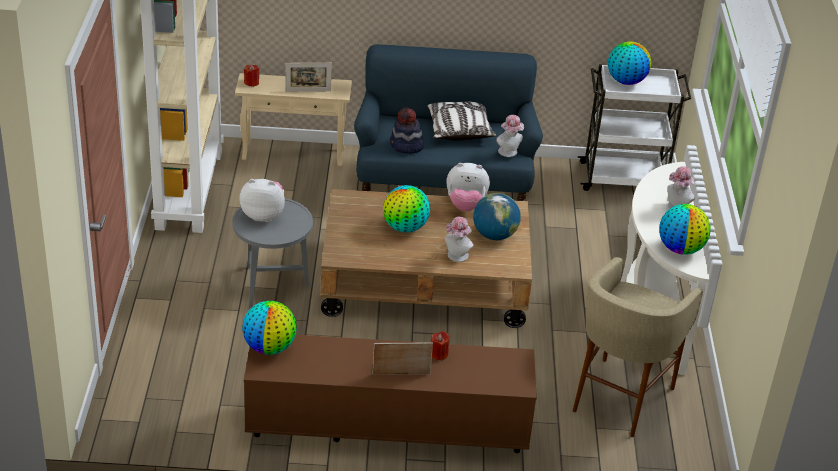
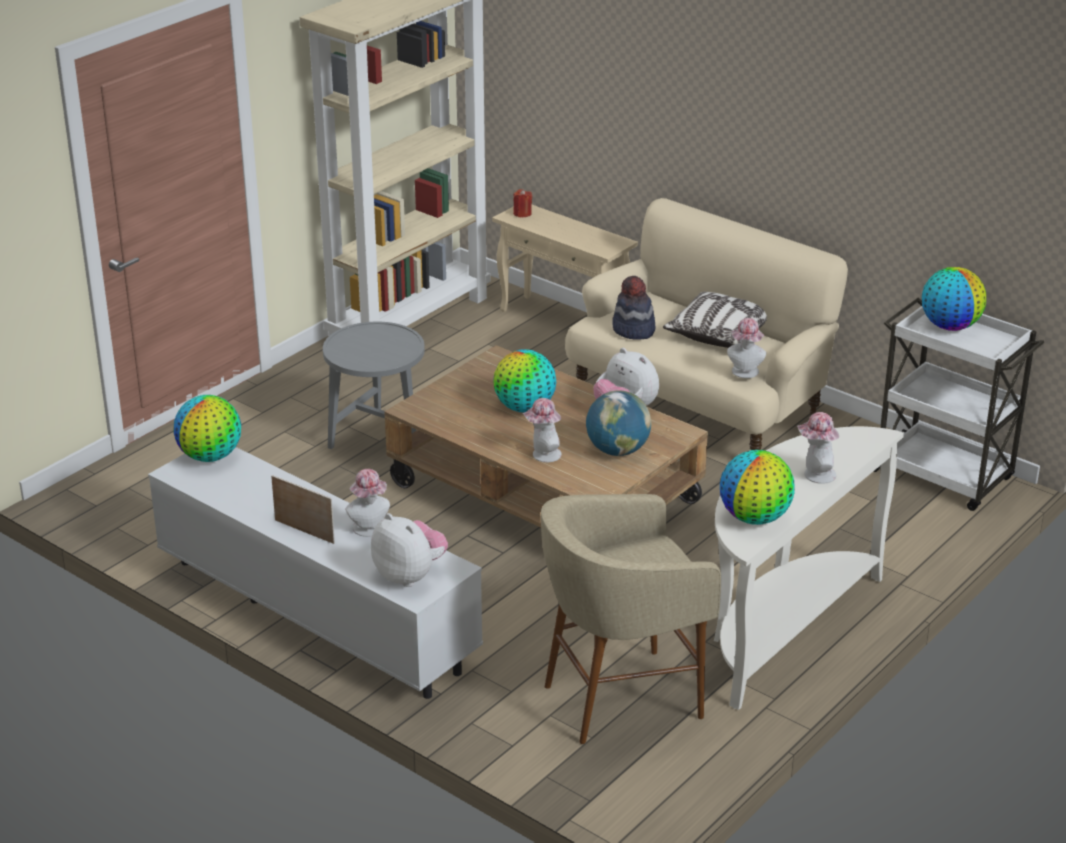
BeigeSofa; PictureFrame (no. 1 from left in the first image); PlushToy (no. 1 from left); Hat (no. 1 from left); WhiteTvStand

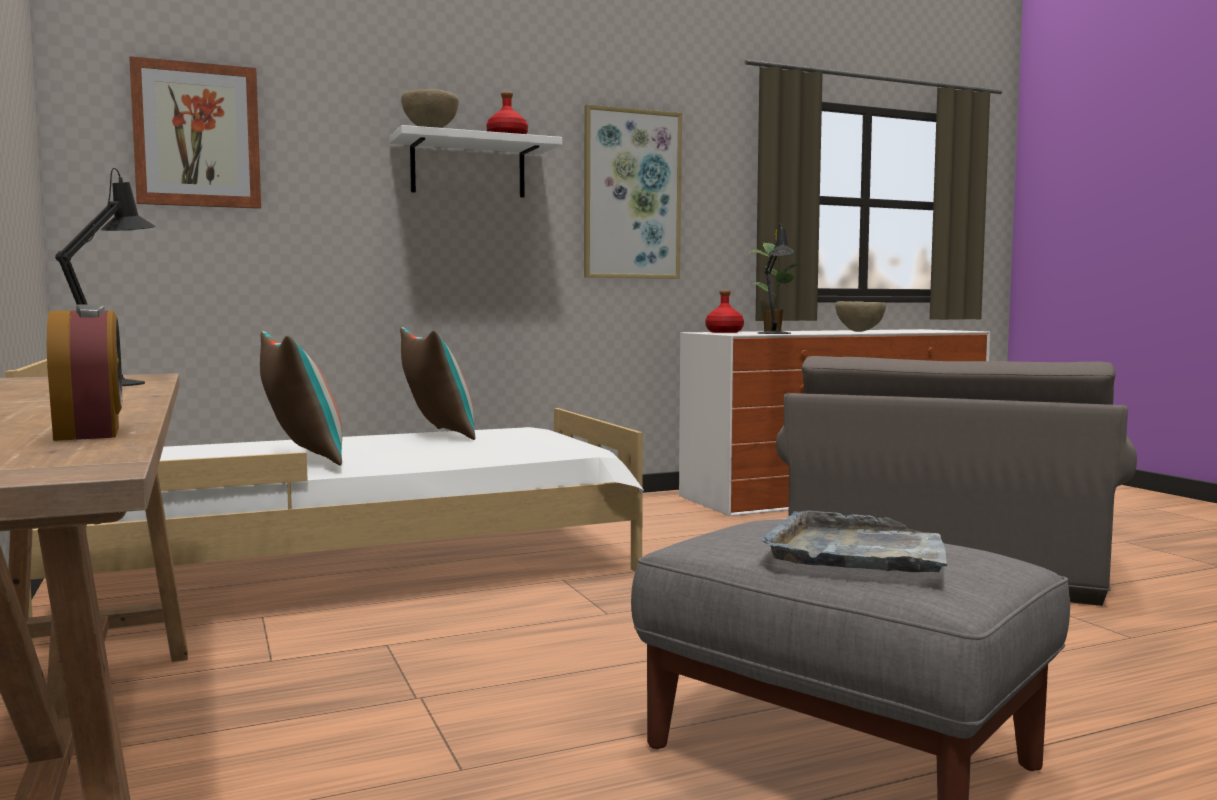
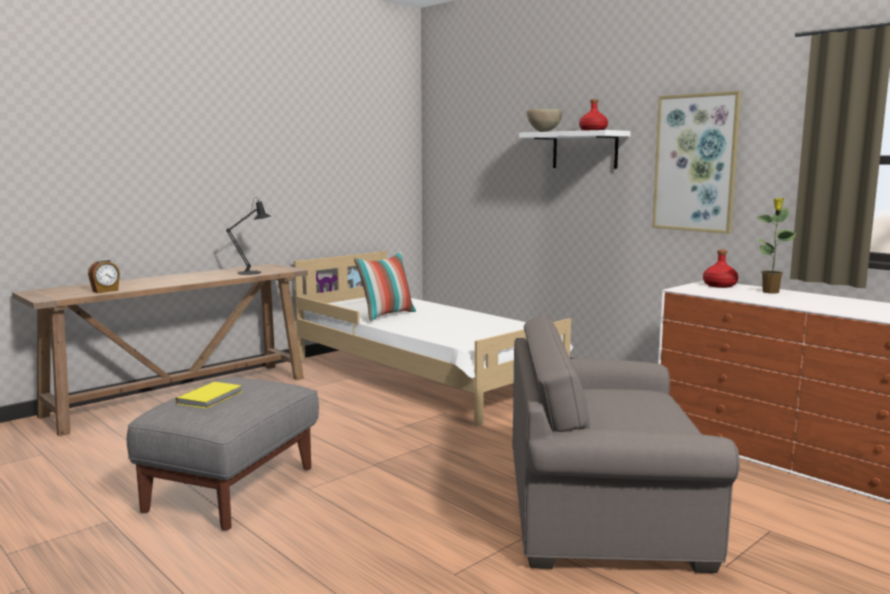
Picture (no. 1 from left in the first image); BlackTableLamp (no. 2 from left in the first image); BrownBowl (no. 2 from left in the first image); Pillow (no. 2 from left in the first image); YellowBook

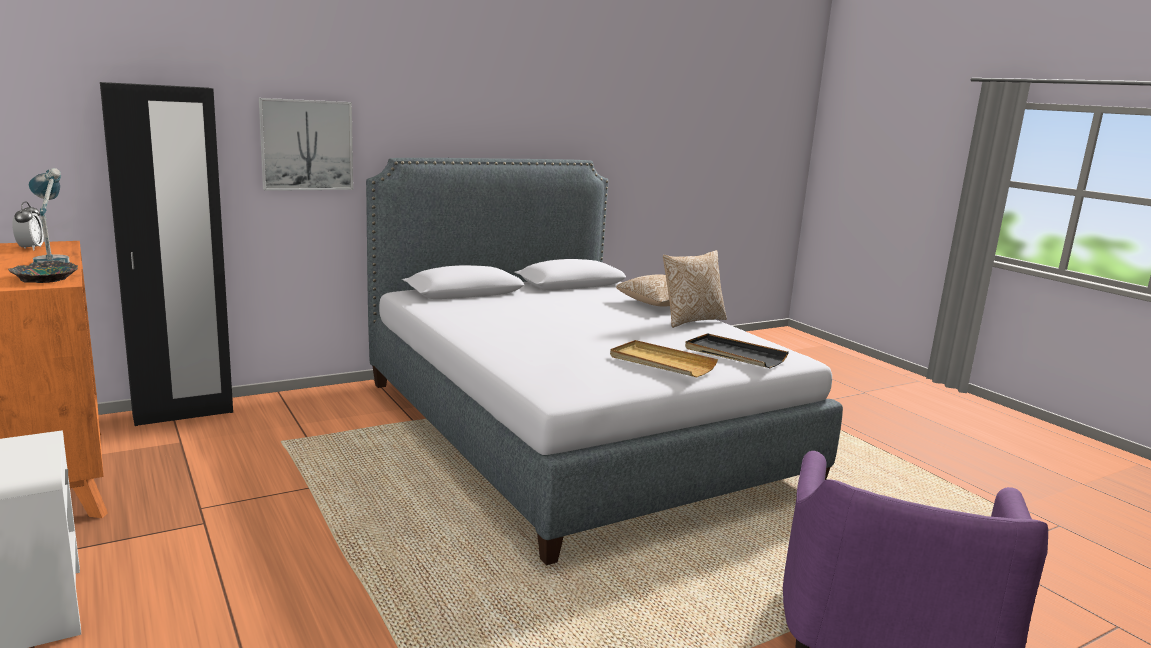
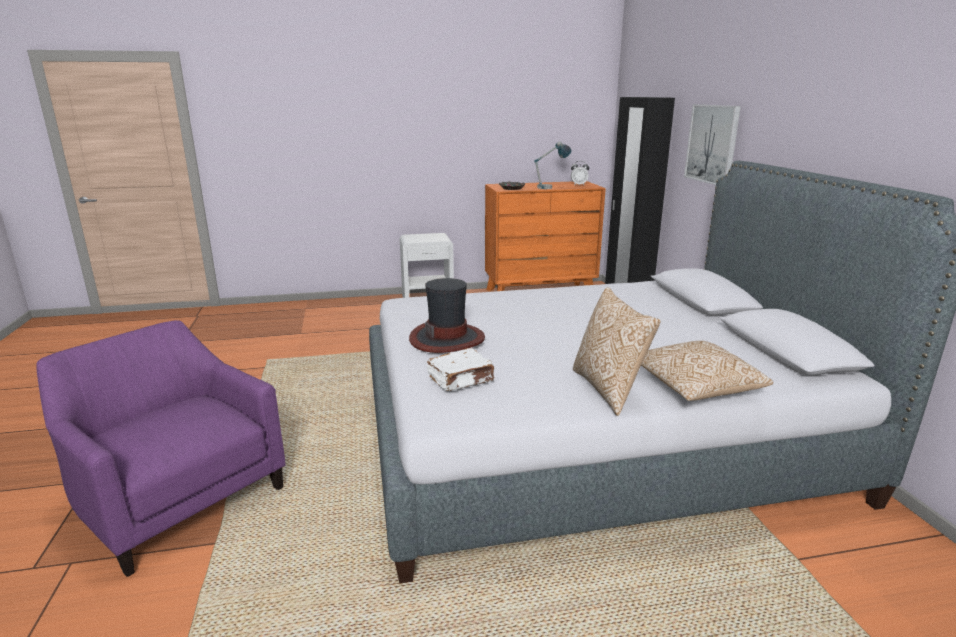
WhiteBook; Hat

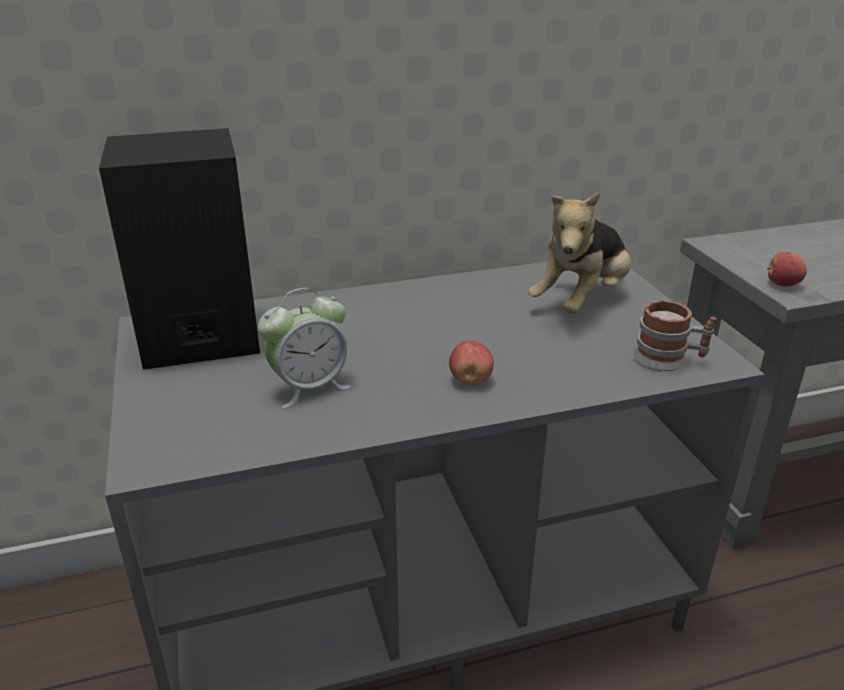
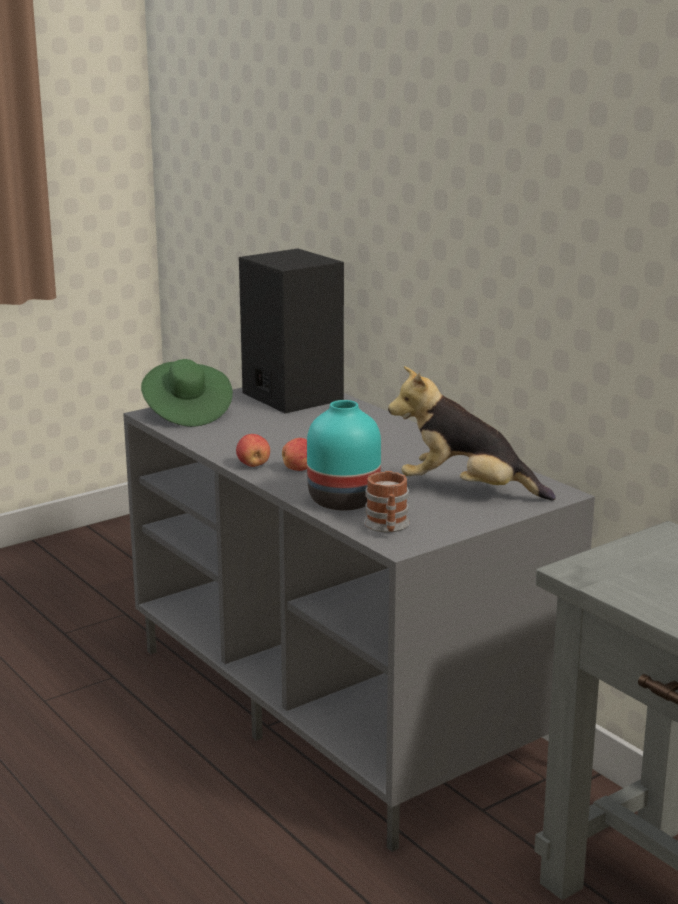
Apple (no. 1 from left); AlarmClock; GreenHat; TurquoiseVase

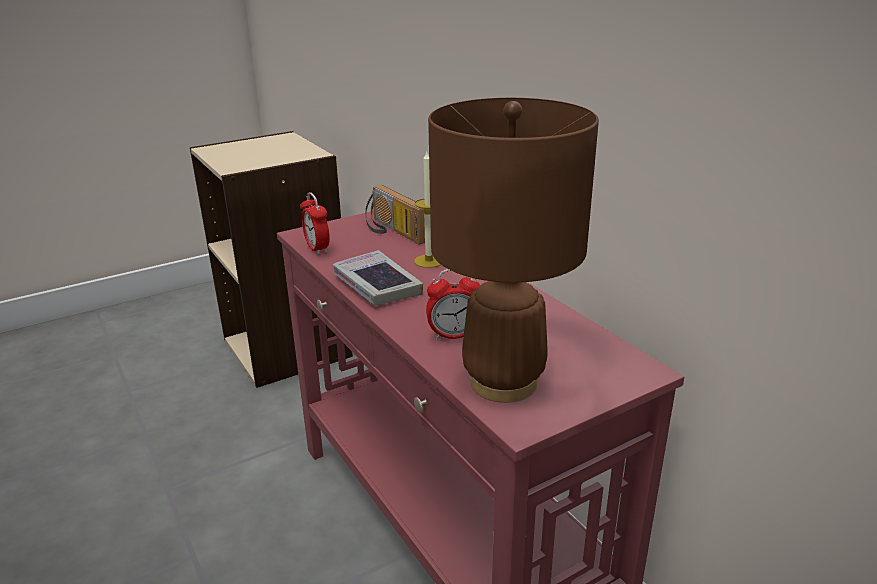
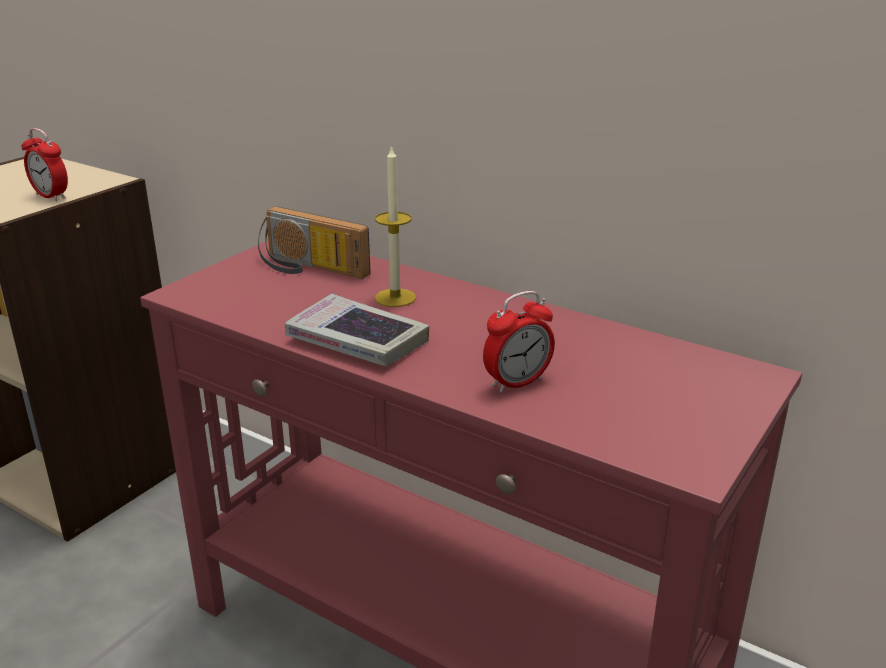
BrownTableLamp; AlarmClock (no. 1 from left)

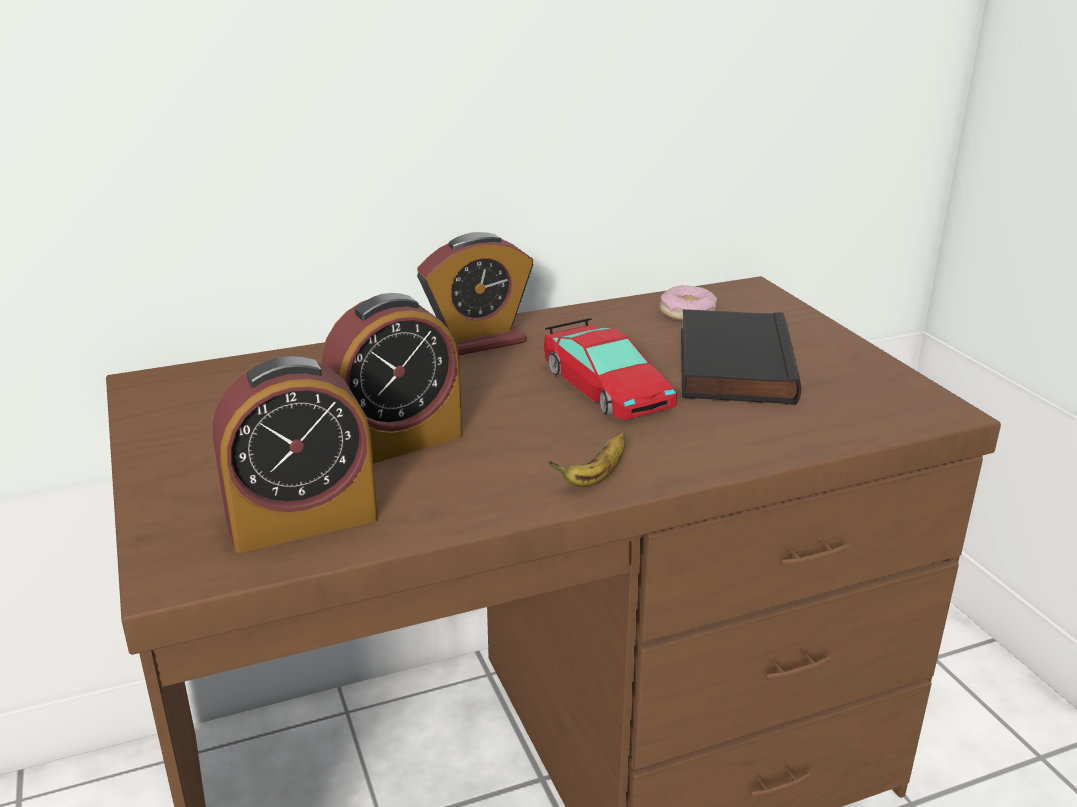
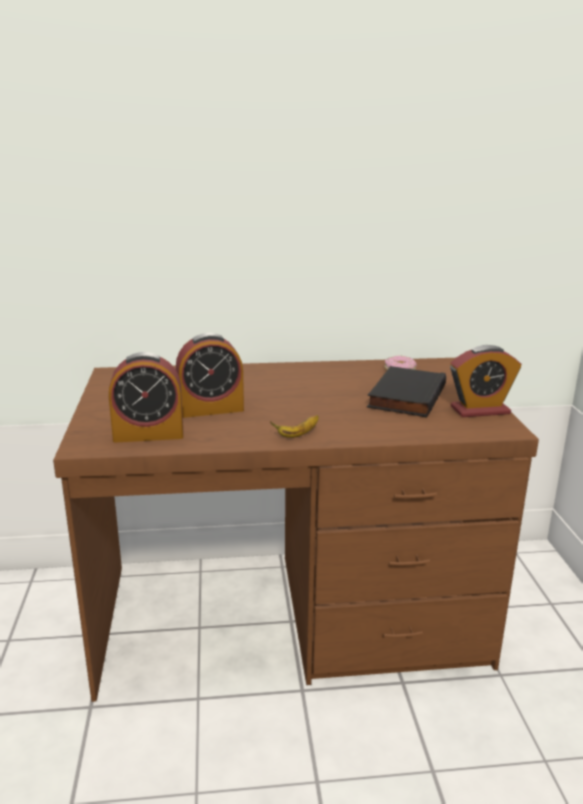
AlarmClock (no. 3 from left); ToyCar

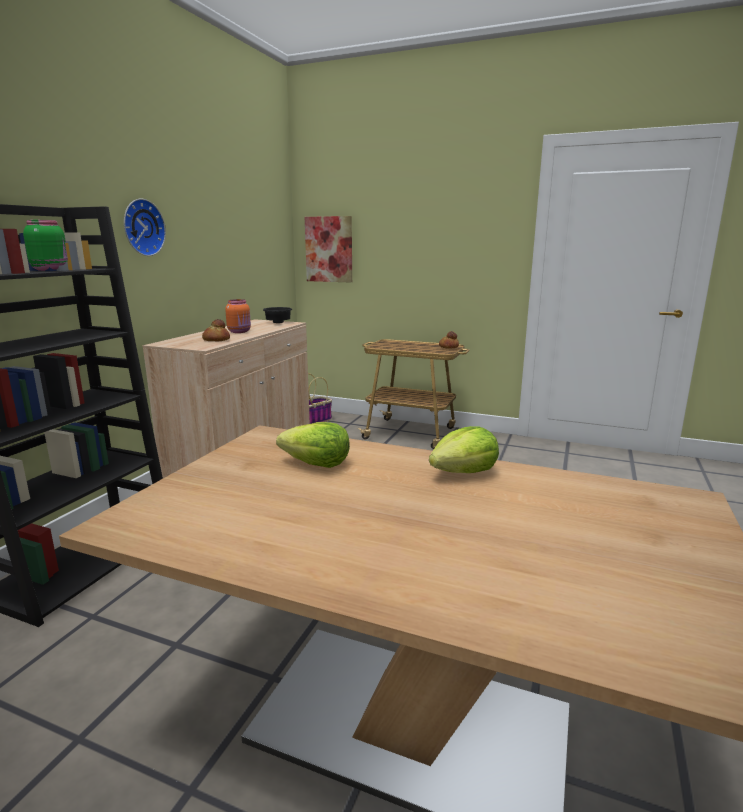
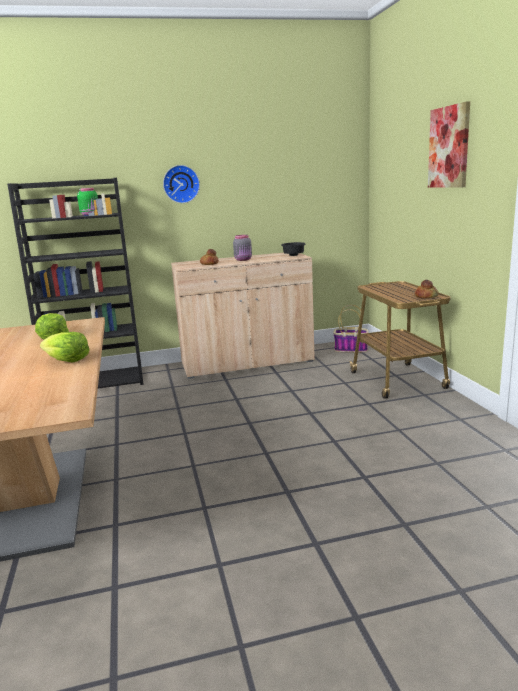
Picture; GreyJar

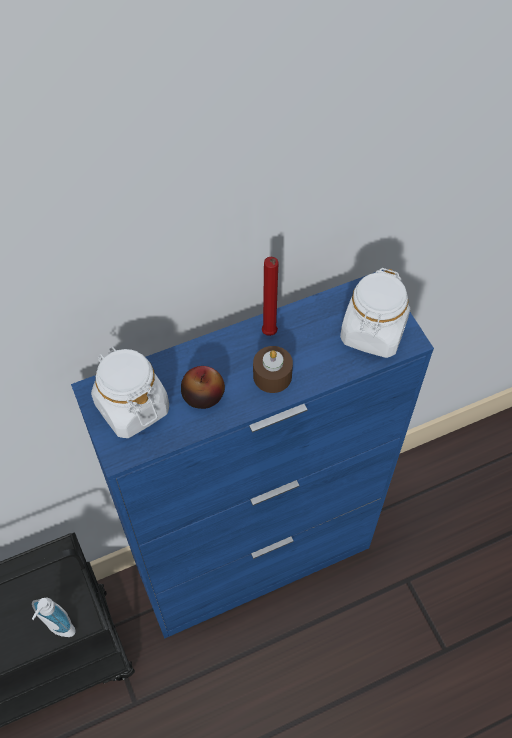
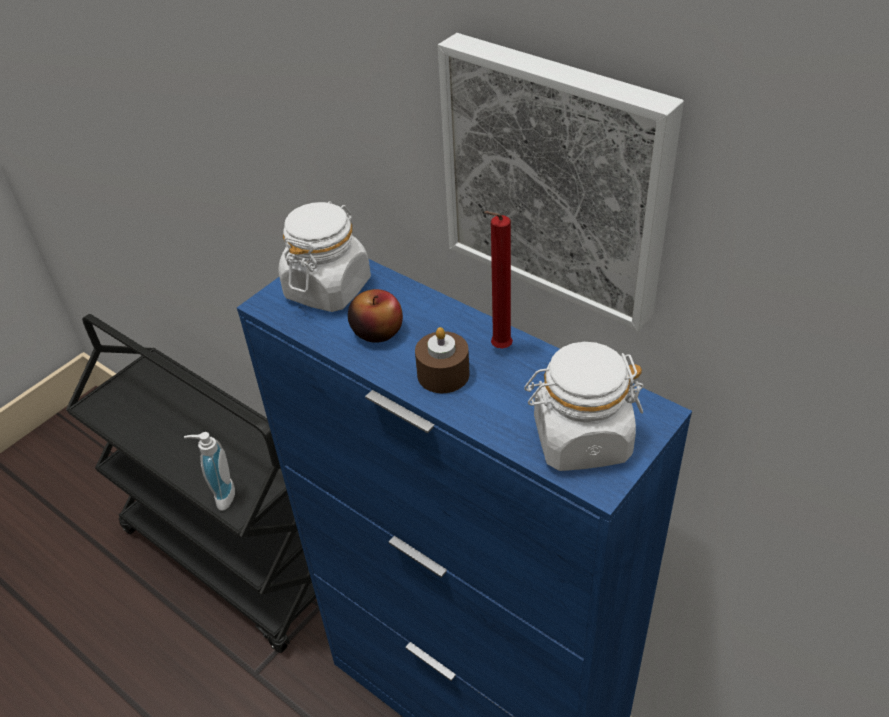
Picture

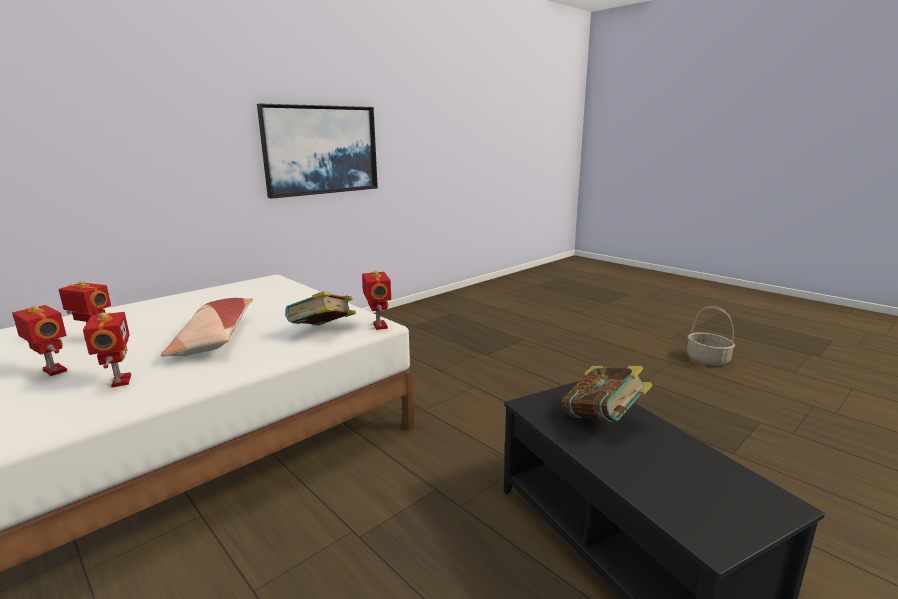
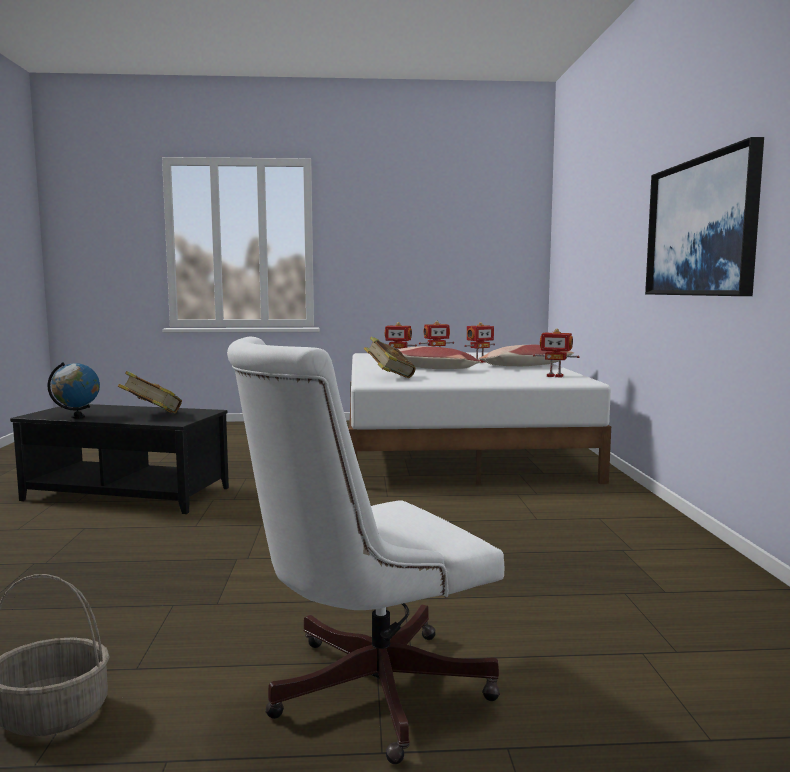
ToyRobot (no. 4 from left); WhiteOfficeChair; Pillow (no. 2 from left); Globe

